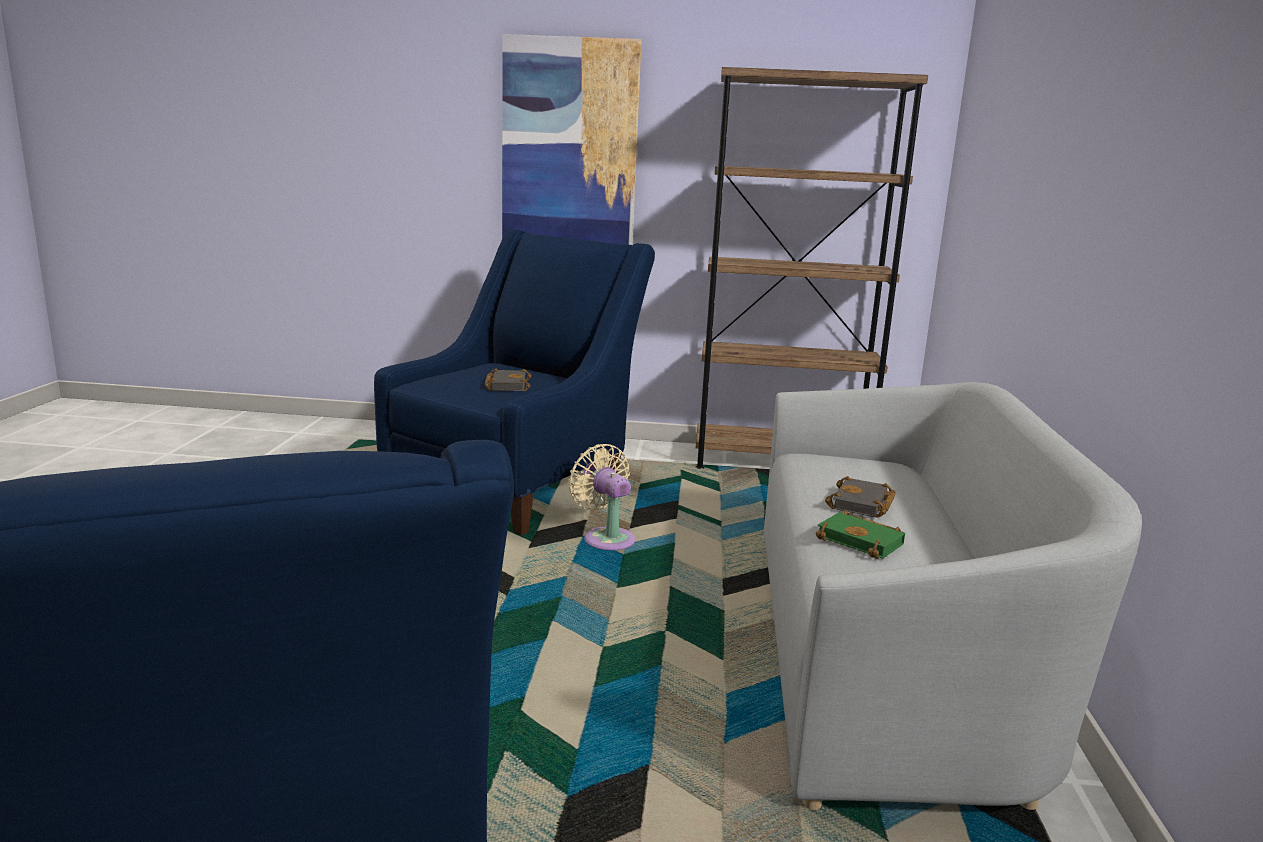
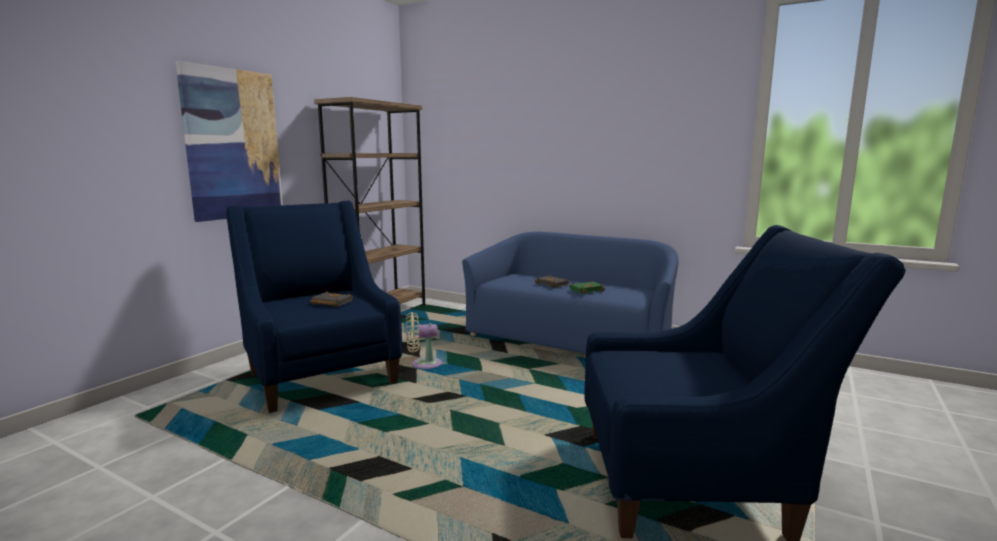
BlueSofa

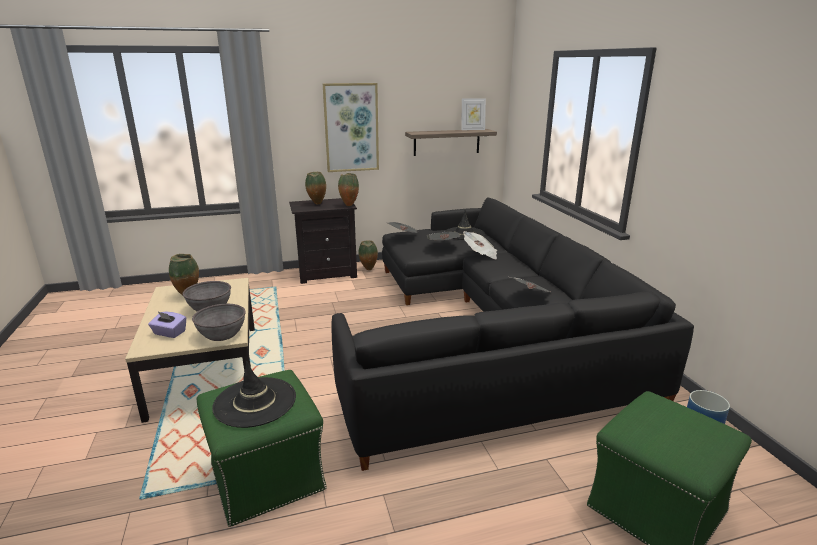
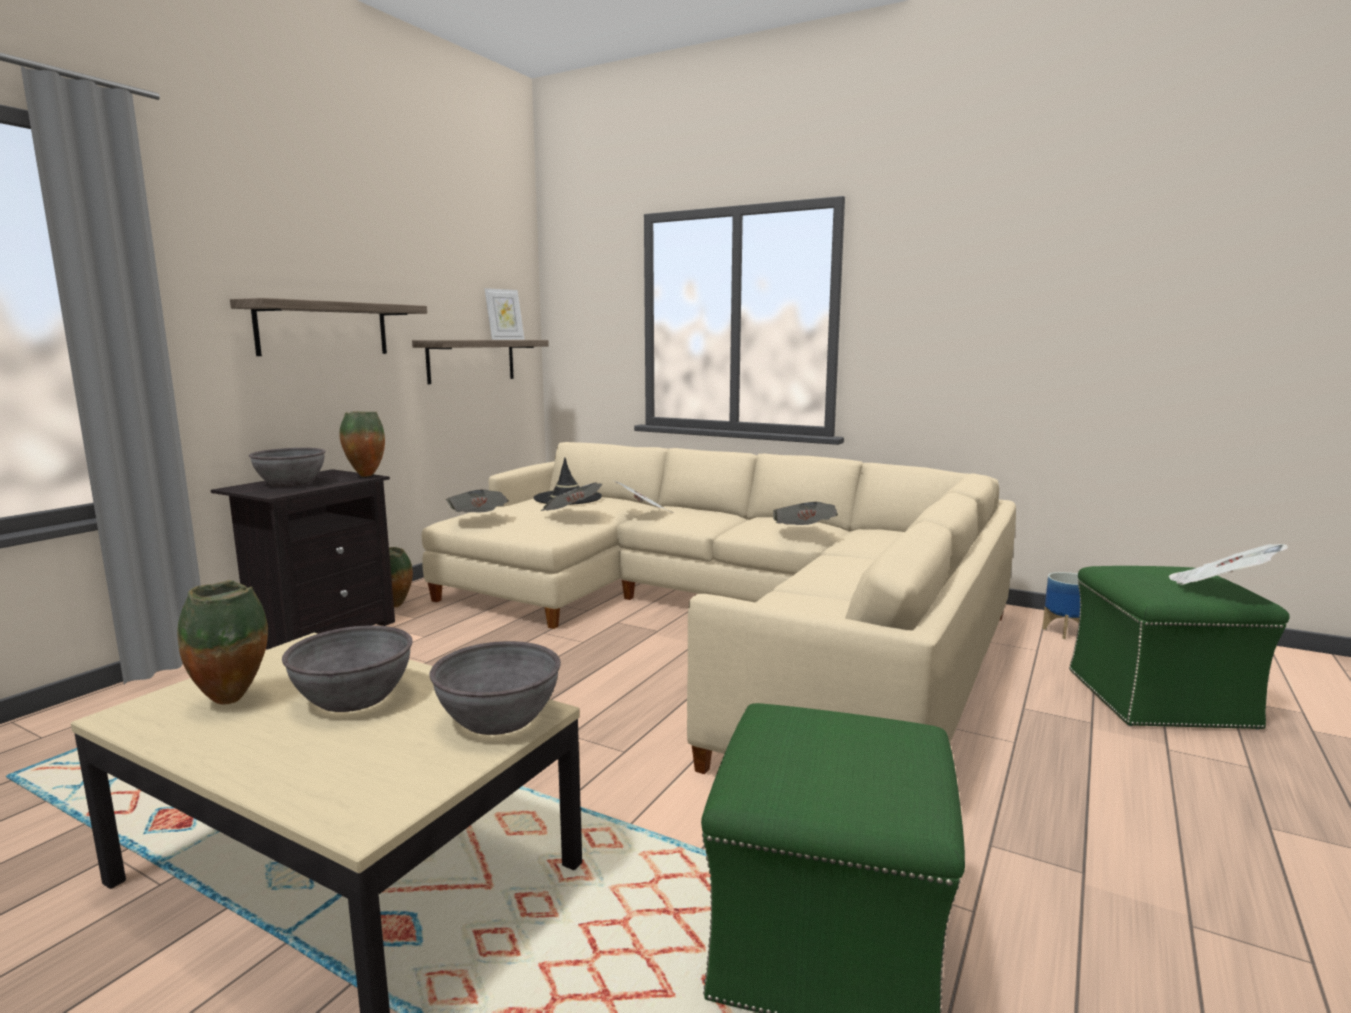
Shelf (no. 1 from left); GreyBowl (no. 1 from left); BeigeSofa; PurpleTissueBox; BlackHat (no. 1 from left in the first image); Newspaper (no. 5 from left)

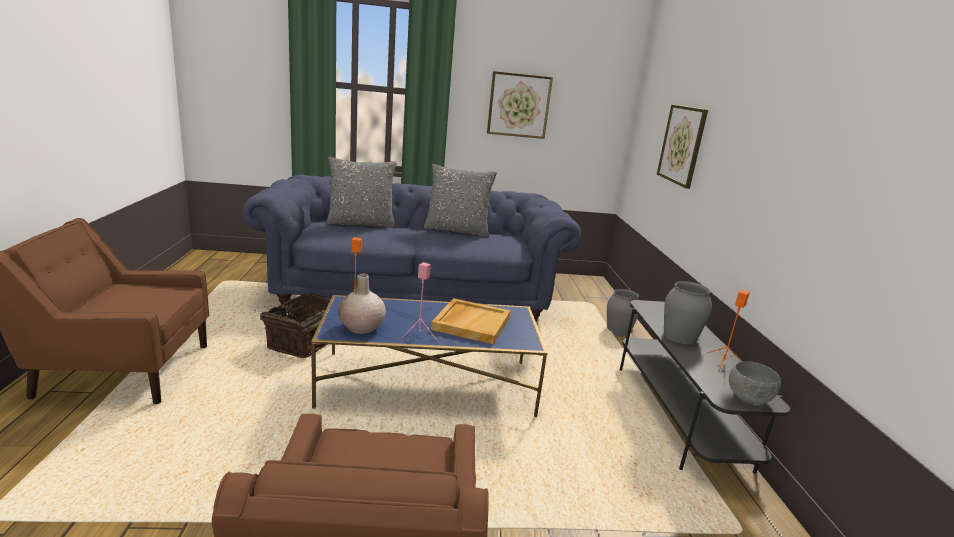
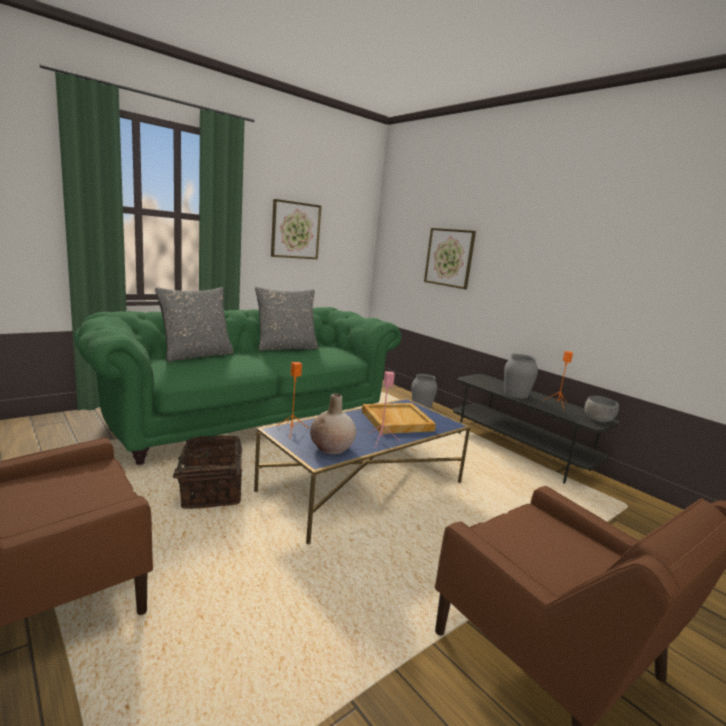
GreenSofa

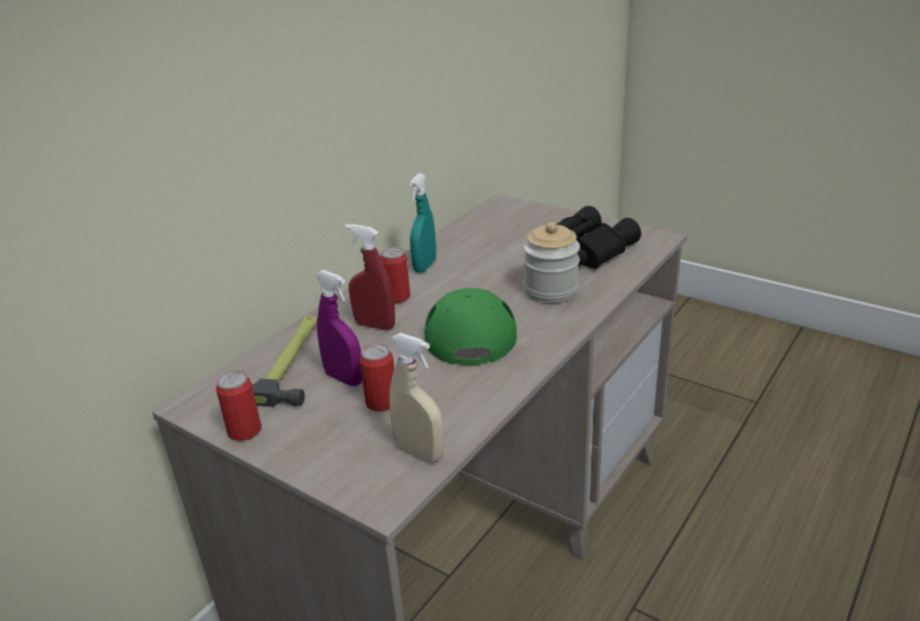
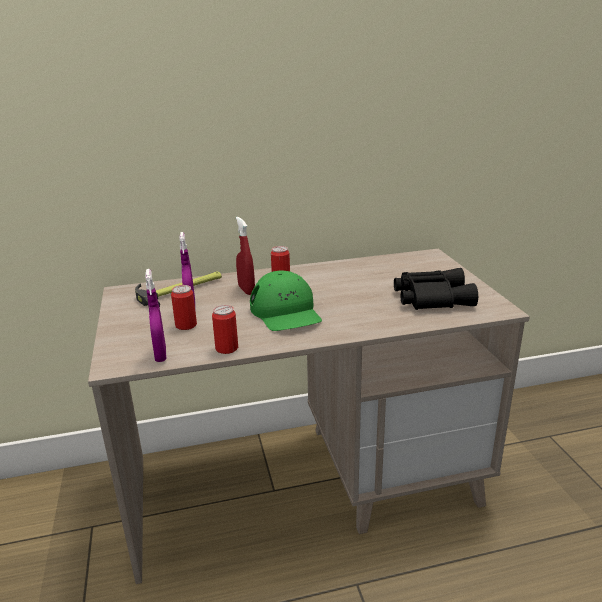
TurquoiseSprayBottle; Jar; GreenCap; PurpleSprayBottle (no. 1 from left); Can (no. 2 from left)

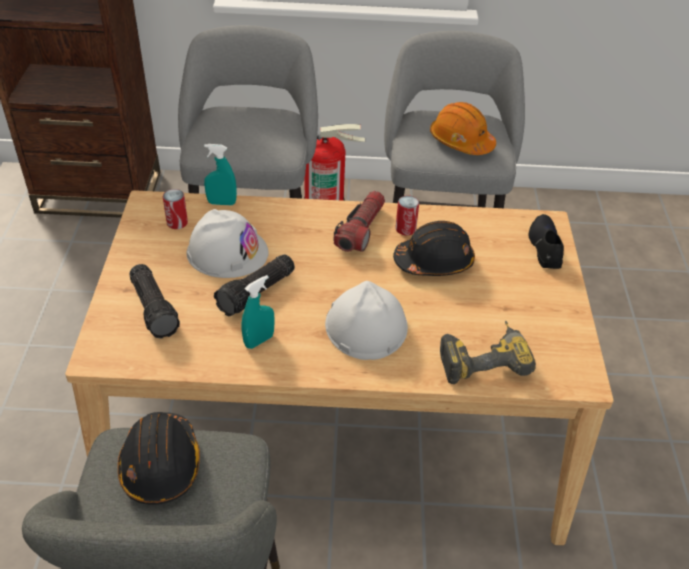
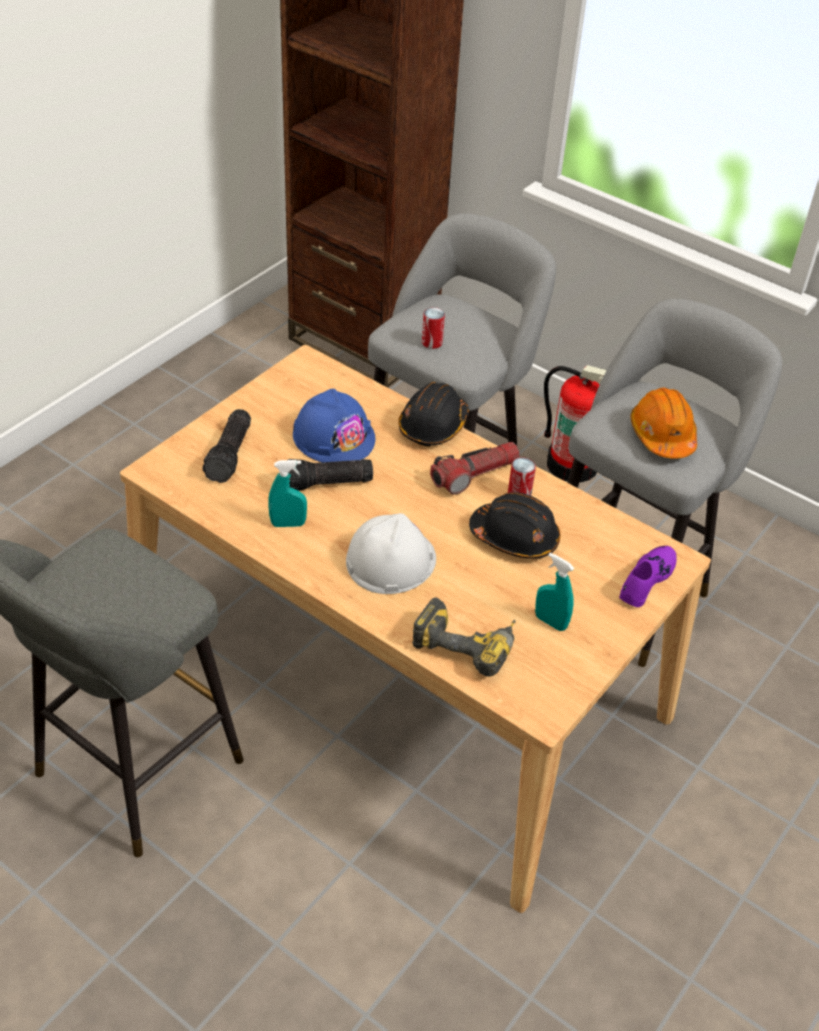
TurquoiseSprayBottle (no. 2 from left); Can (no. 1 from left); BlueHardHat; PurpleShoe; BlackHardHat (no. 1 from left)

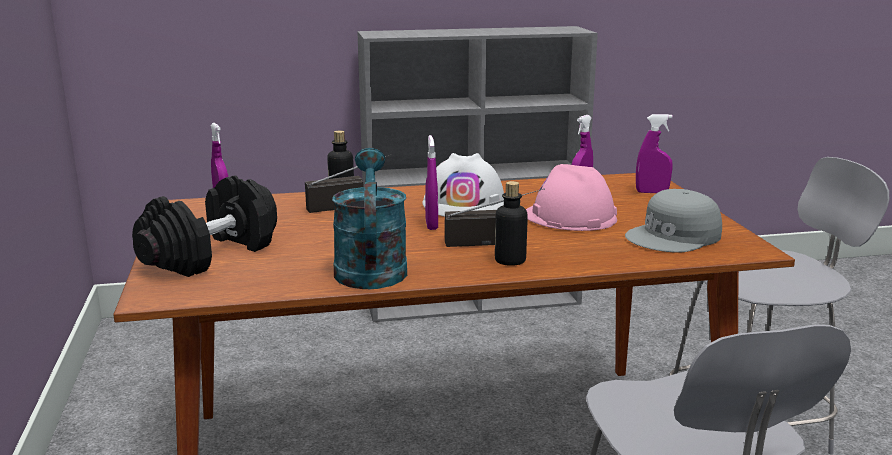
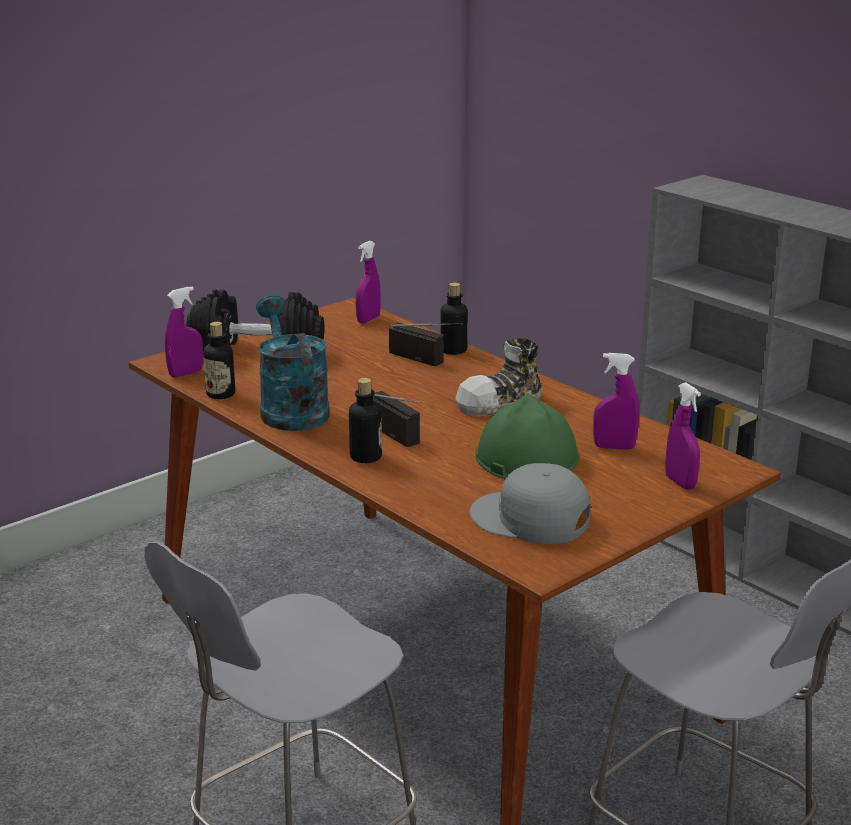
PurpleSprayBottle (no. 1 from left); TurquoiseWateringCan; Shoe; GreenHardHat; Bottle (no. 1 from left)

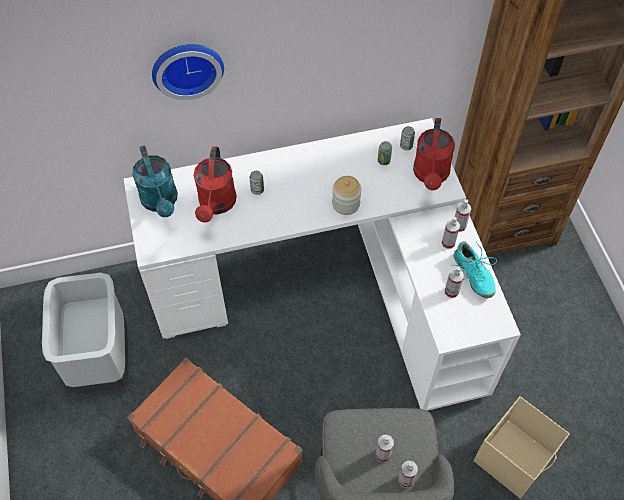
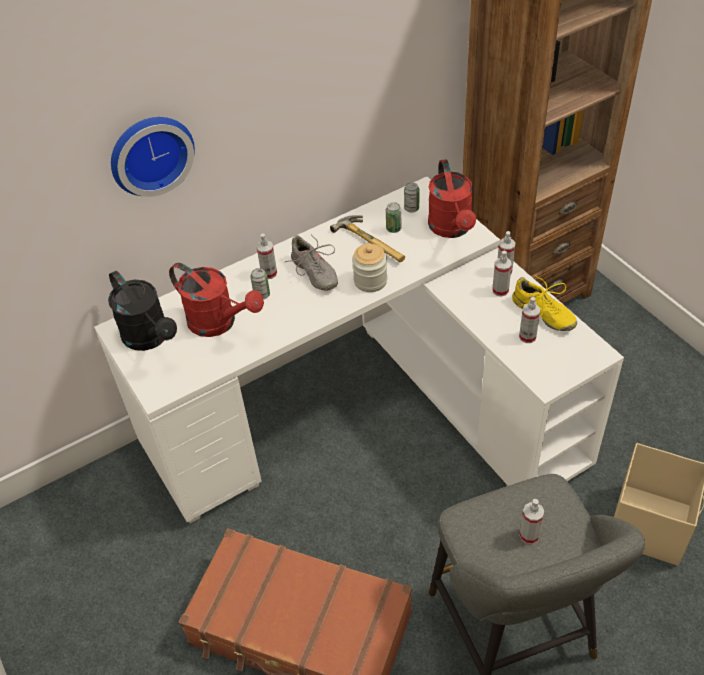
BlackWateringCan; RedWateringCan (no. 1 from left); YellowShoe; GreyTrashCan; SprayBottle (no. 1 from left); Hammer; GreyShoe

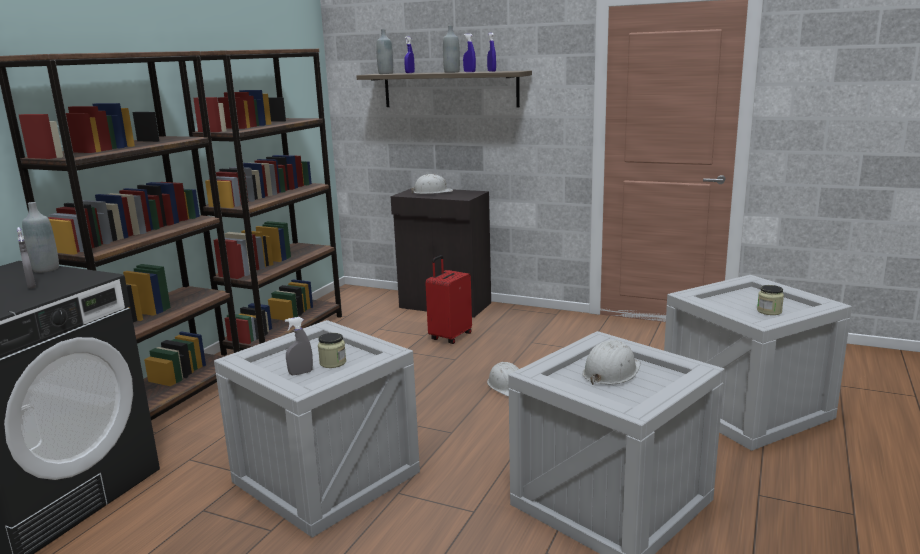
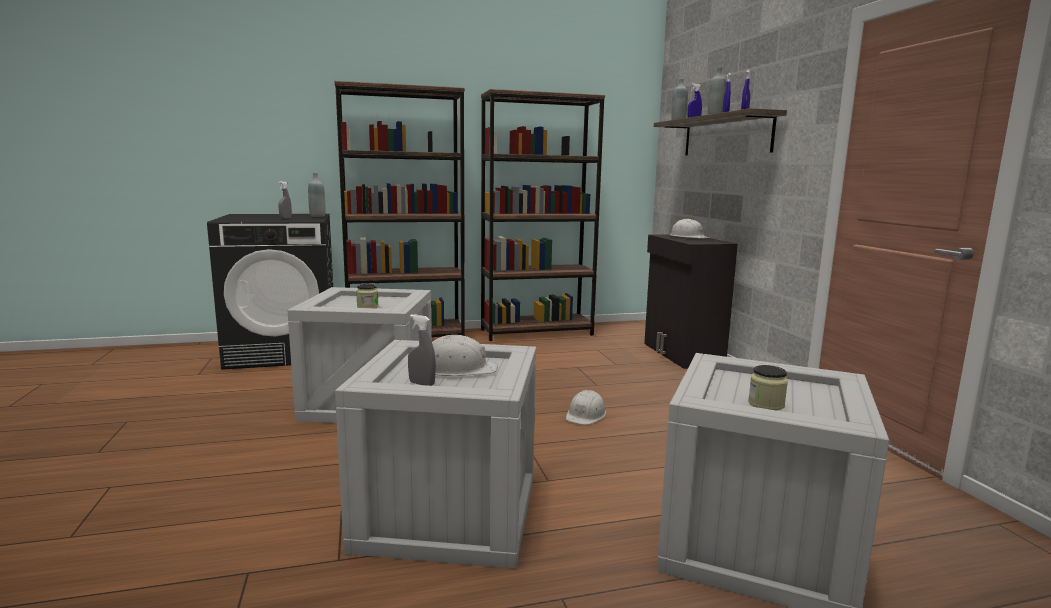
RedSuitcase; GreySprayBottle (no. 2 from left)

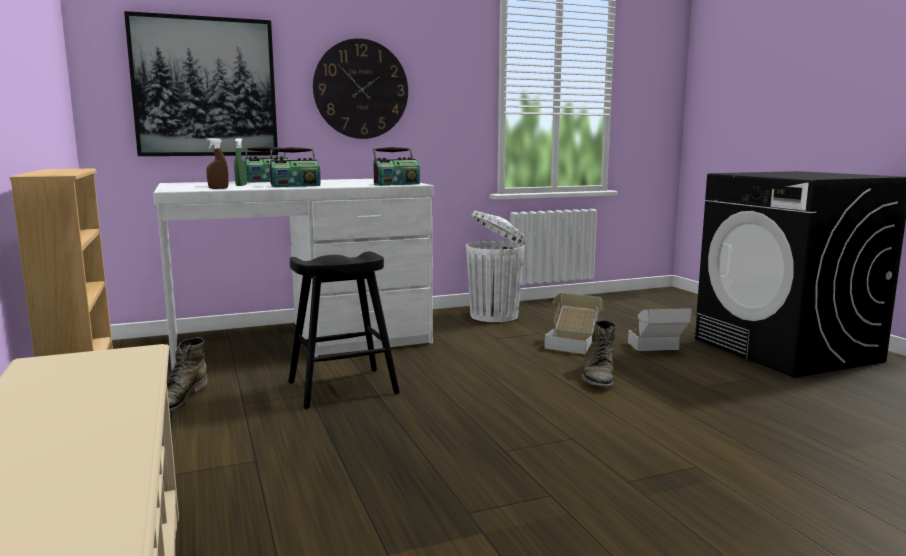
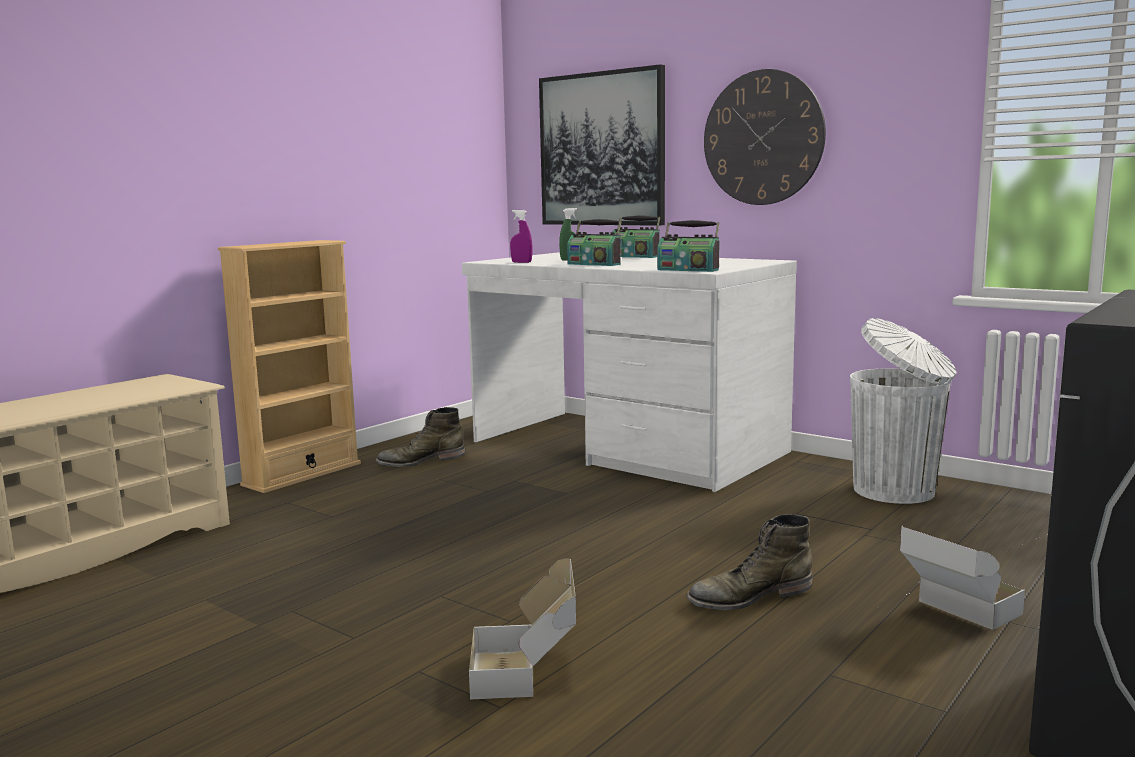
PurpleSprayBottle; BlackStool; CardboardBox (no. 1 from left)

